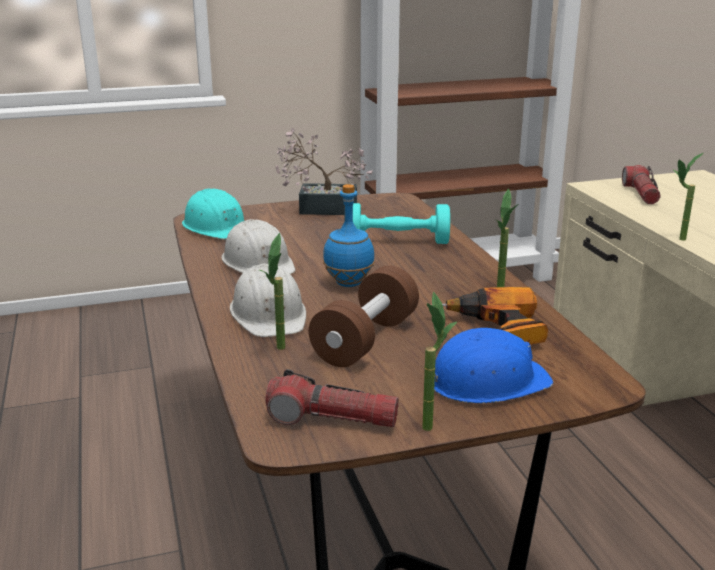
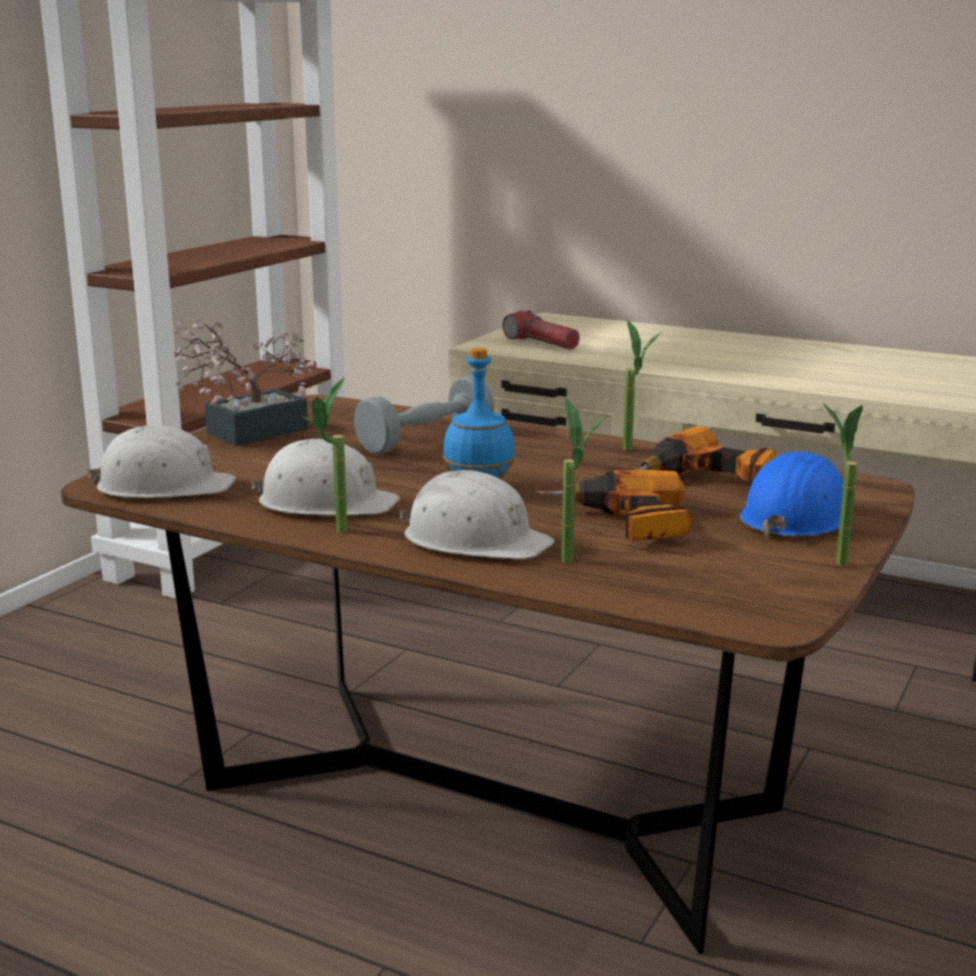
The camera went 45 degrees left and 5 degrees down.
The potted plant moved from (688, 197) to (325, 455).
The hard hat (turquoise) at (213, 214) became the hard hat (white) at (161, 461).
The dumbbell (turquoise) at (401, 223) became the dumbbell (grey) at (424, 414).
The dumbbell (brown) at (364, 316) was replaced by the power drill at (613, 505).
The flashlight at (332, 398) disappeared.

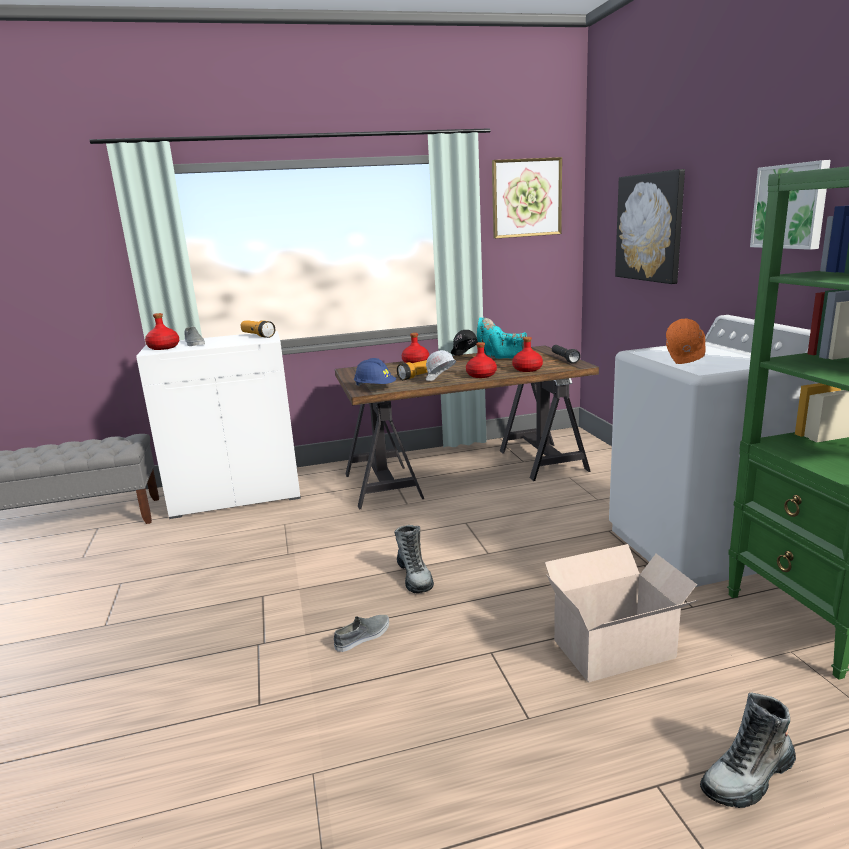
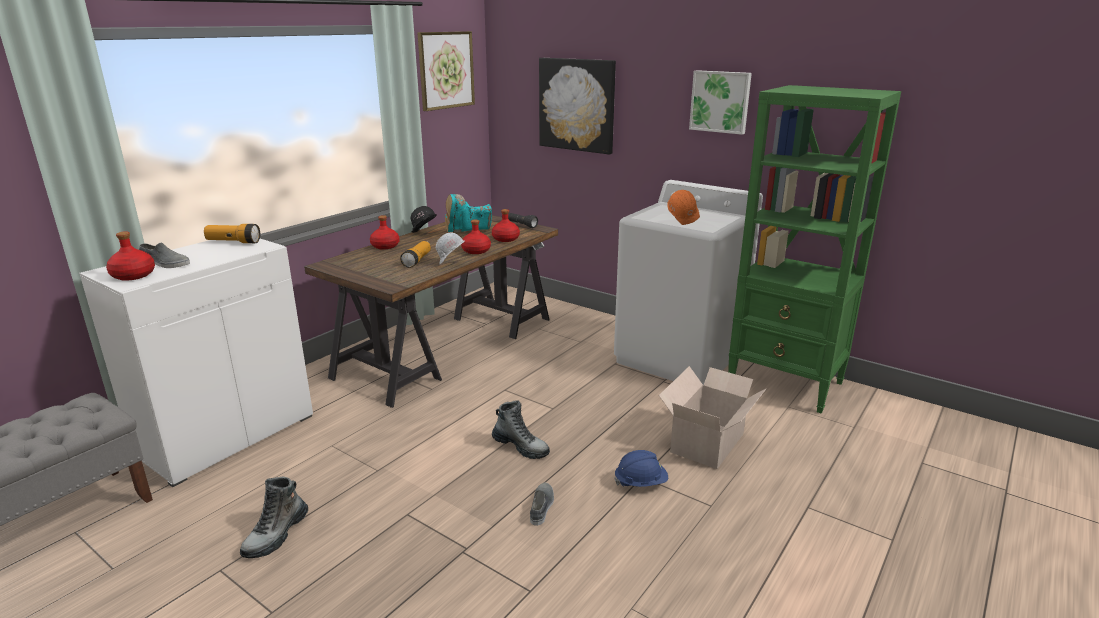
The camera went 40 degrees left and 5 degrees up.
The hard hat (blue) moved from (375, 372) to (641, 468).
The boot moved from (748, 750) to (274, 517).

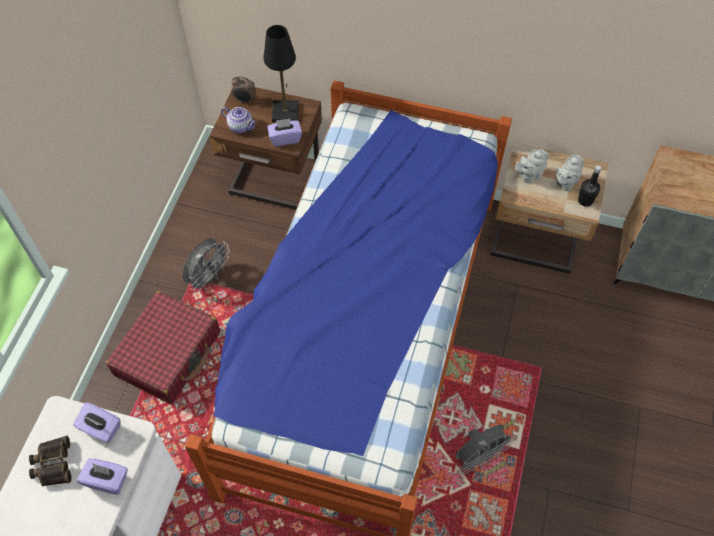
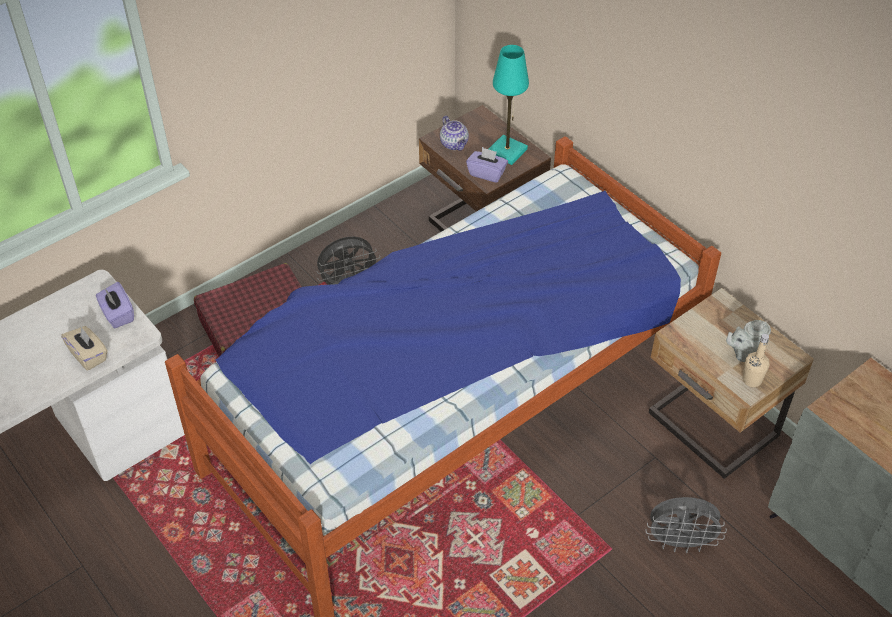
The camera went 35 degrees right and 10 degrees down.
The table lamp (black) at (281, 73) became the table lamp (turquoise) at (509, 105).
The alarm clock at (243, 90) disappeared.
The teapot (grey) at (532, 166) disappeared.
The bottle (black) at (589, 186) became the bottle (beige) at (756, 360).
The fan (grey) moved from (485, 449) to (686, 525).
The binoculars at (50, 461) disappeared.
The tissue box (purple) at (102, 476) became the tissue box (beige) at (84, 348).

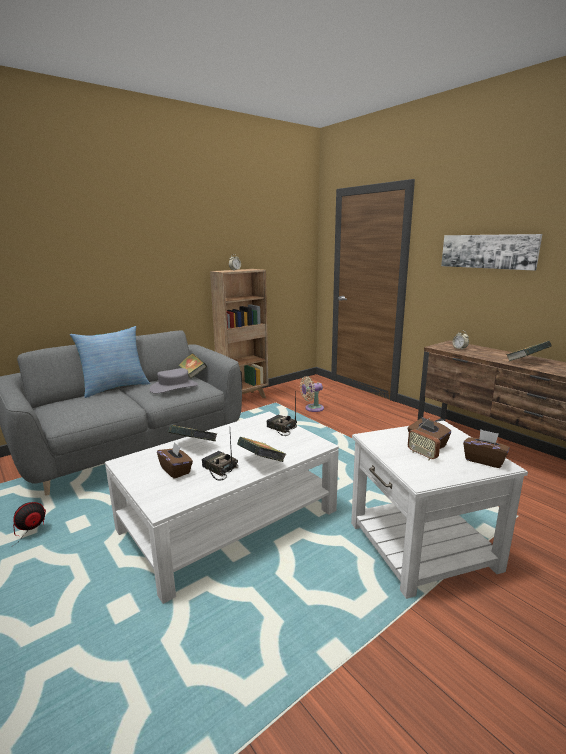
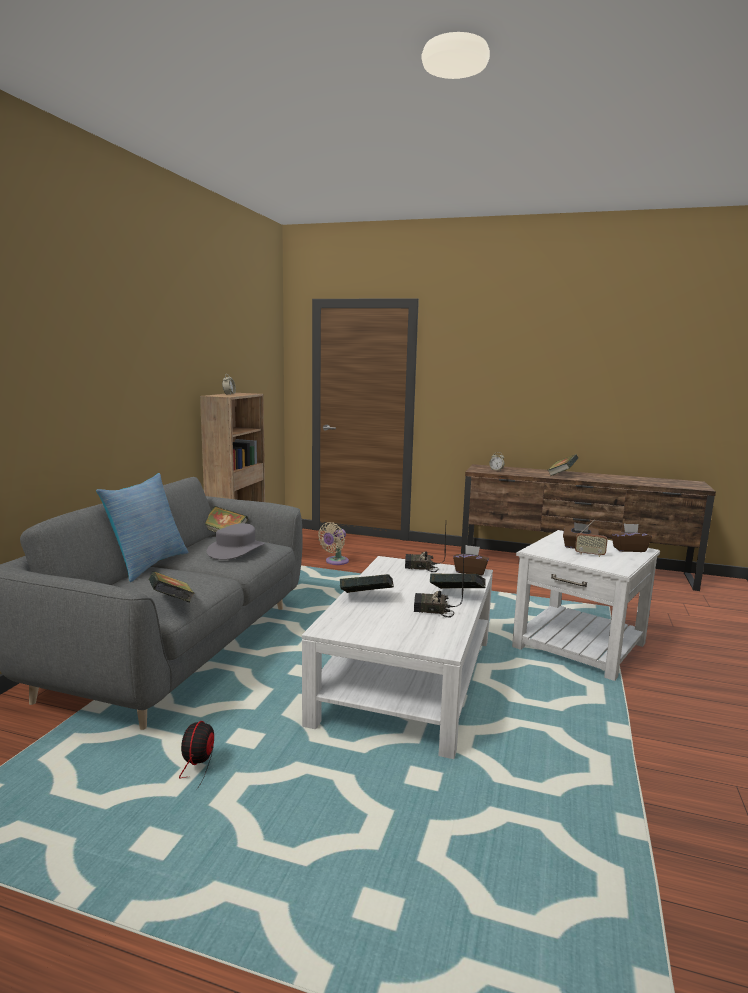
The camera went 35 degrees left and 5 degrees down.
The picture at (491, 252) disappeared.
The tissue box (brown) moved from (175, 460) to (471, 560).
The book at (172, 587) appeared.

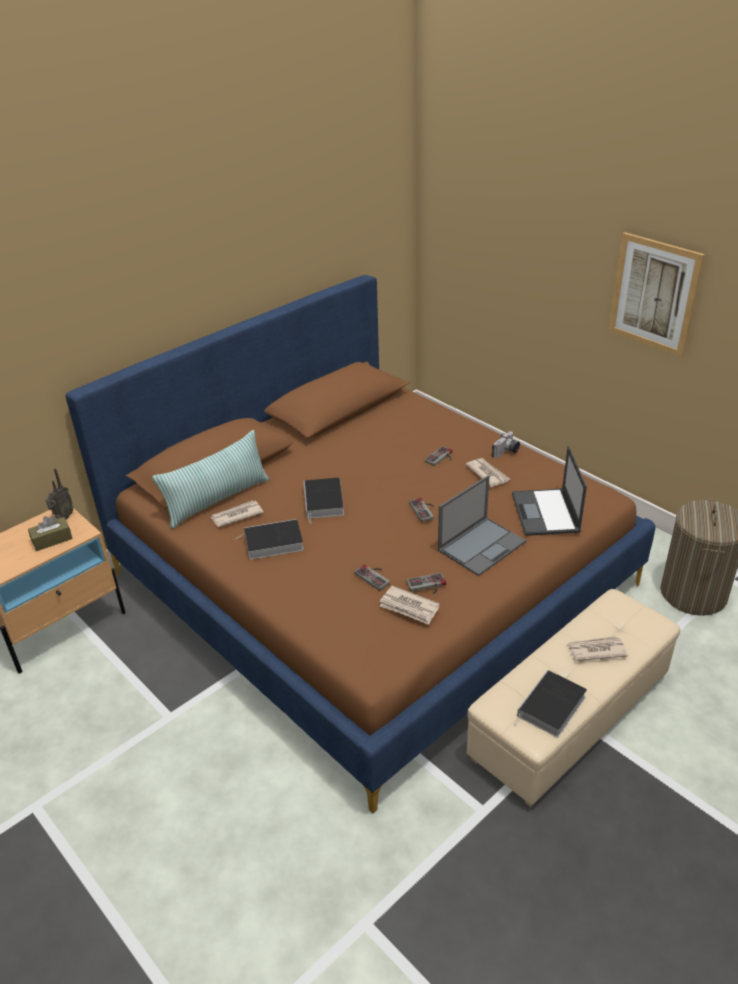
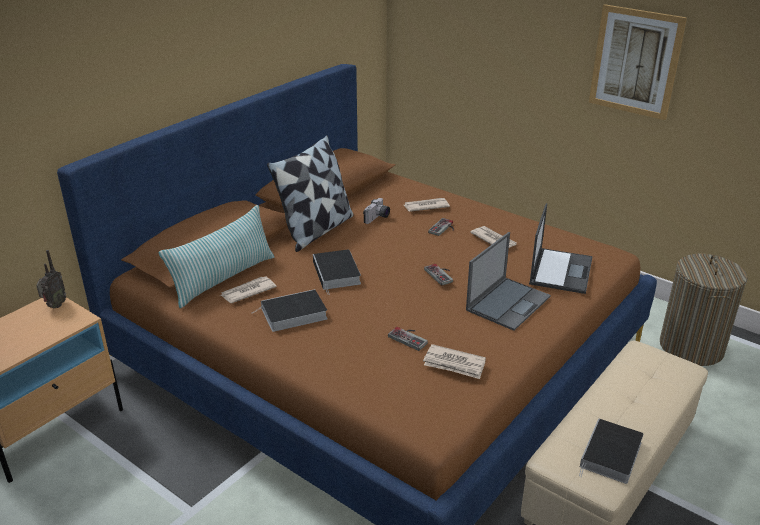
The camera went 10 degrees left and 5 degrees down.
The photo camera moved from (506, 444) to (376, 211).
The laptop at (549, 491) turned 150 degrees counterclockwise.
The tissue box (brown) at (50, 533) disappeared.
The game controller at (426, 583) disappeared.
The newspaper moved from (597, 648) to (427, 205).
The pillow at (310, 193) appeared.

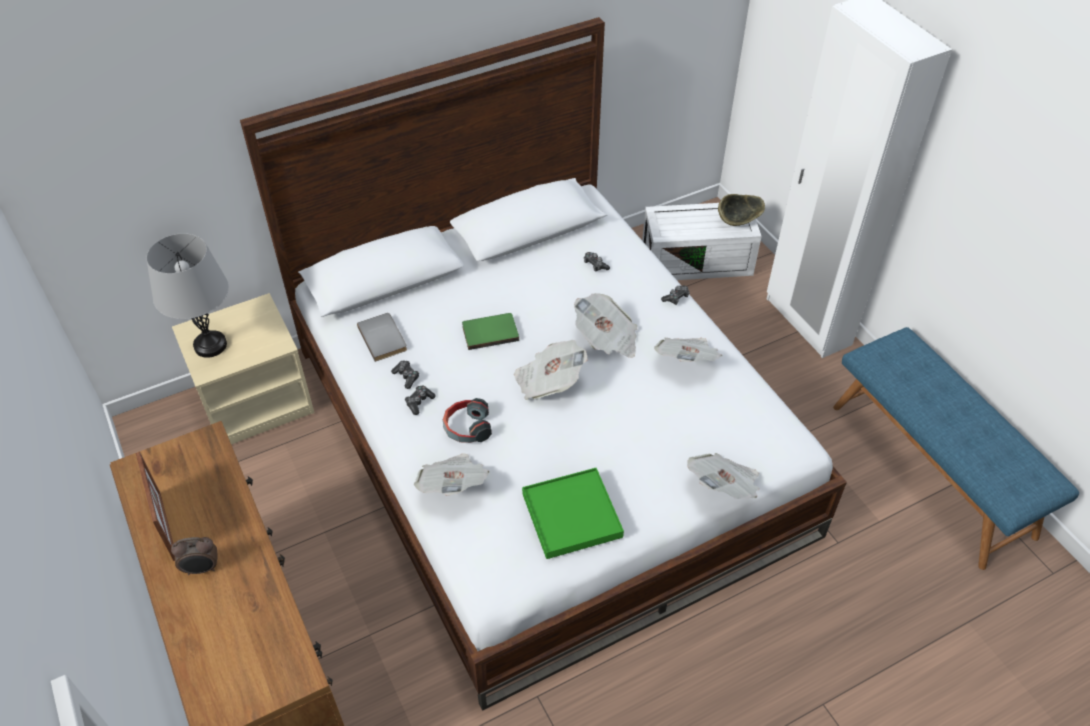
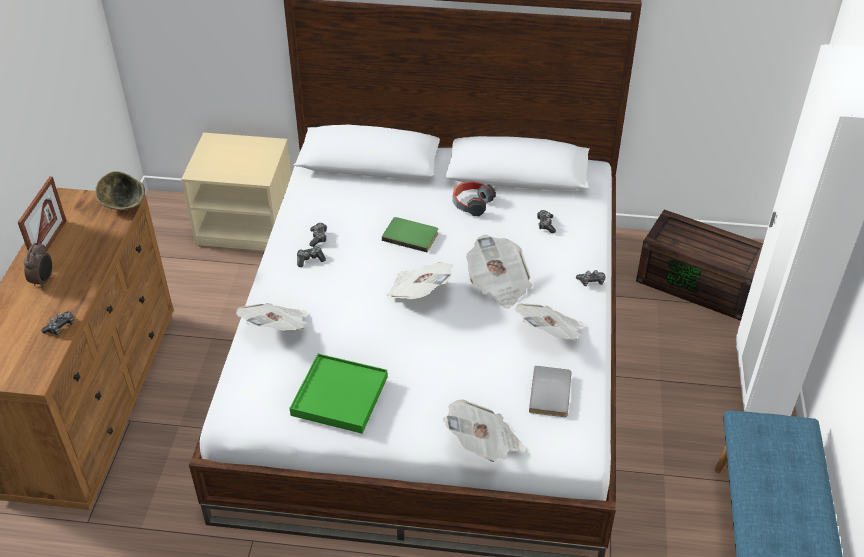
The camera went 35 degrees right and 5 degrees down.
The bowl moved from (741, 210) to (120, 190).
The storage box (white) at (702, 241) became the storage box (brown) at (699, 265).
The table lamp (grey) at (187, 295) disappeared.
The book (grey) moved from (382, 337) to (550, 391).
The headphones moved from (467, 420) to (474, 198).
The alarm clock at (194, 556) turned 105 degrees counterclockwise.
The game controller at (58, 323) appeared.

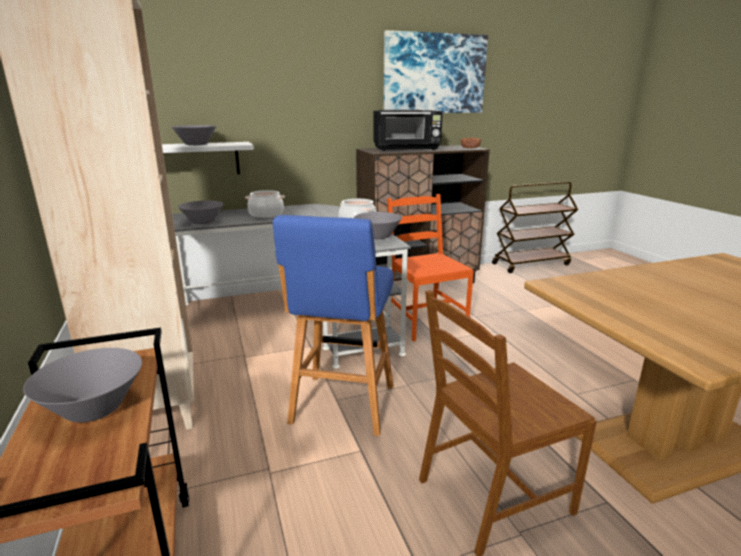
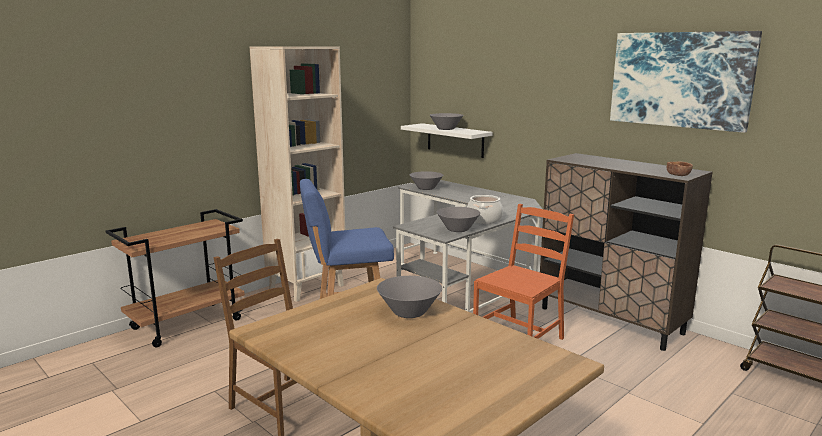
The camera went 65 degrees right and 5 degrees down.
The microwave (black) at (408, 130) disappeared.
The cooking pot at (265, 204) disappeared.
The bowl (grey) moved from (82, 385) to (409, 297).

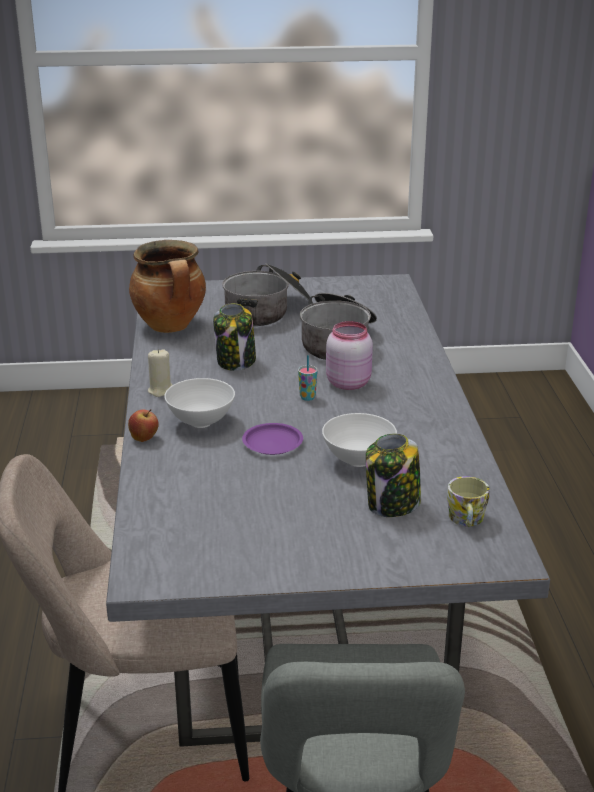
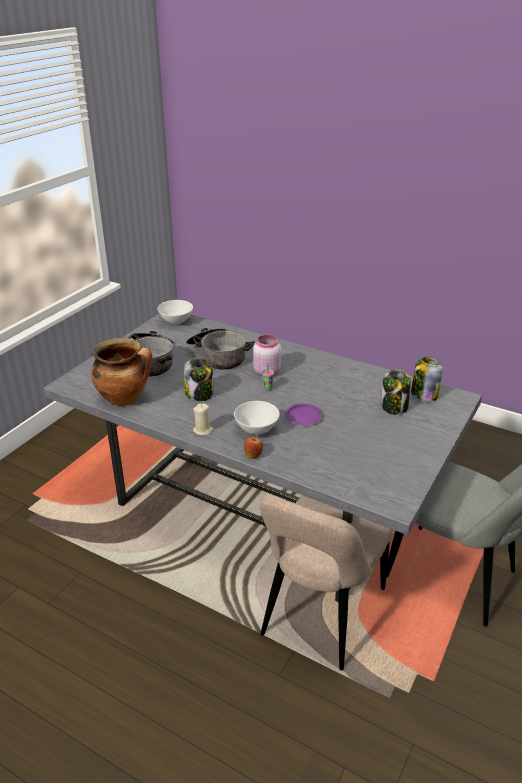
The camera went 55 degrees left and 5 degrees up.
The bowl (white) moved from (359, 440) to (175, 312).
The mug at (468, 501) was replaced by the jar at (427, 379).

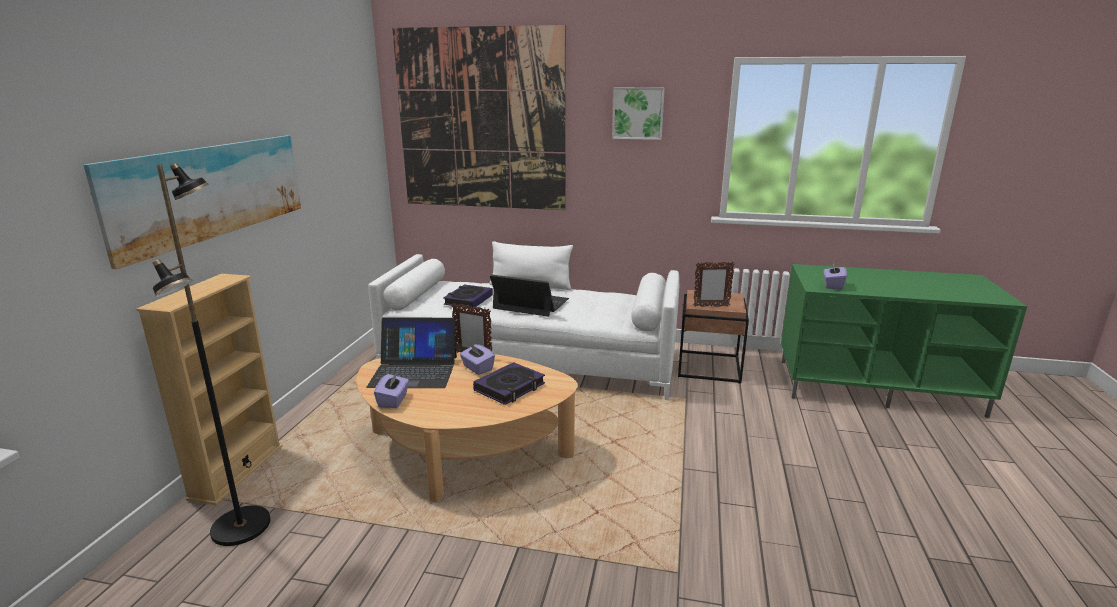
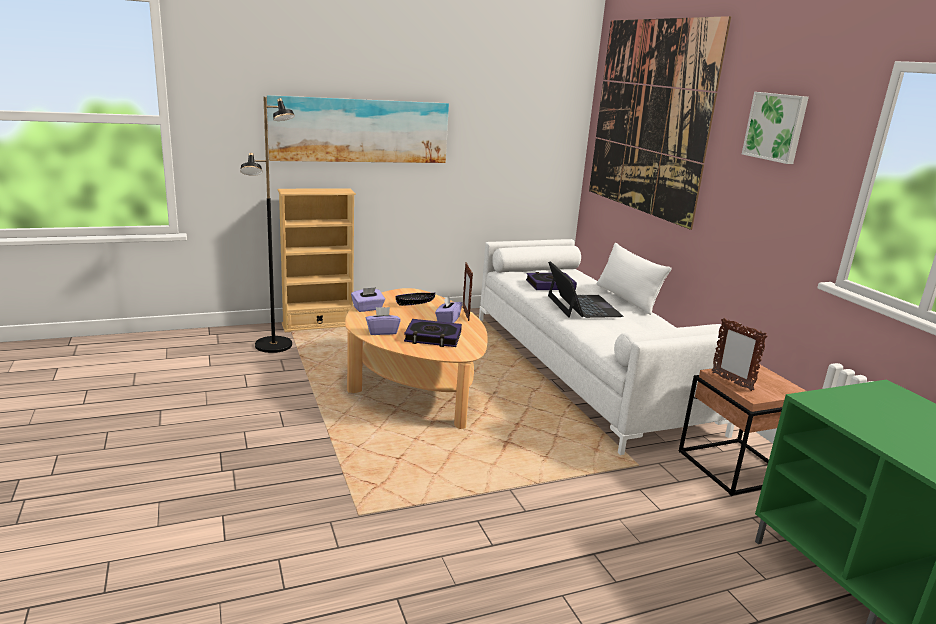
The camera went 55 degrees right and 0 degrees up.
The tissue box (purple) moved from (835, 276) to (383, 321).
The laptop at (411, 353) was replaced by the bowl (black) at (415, 299).

